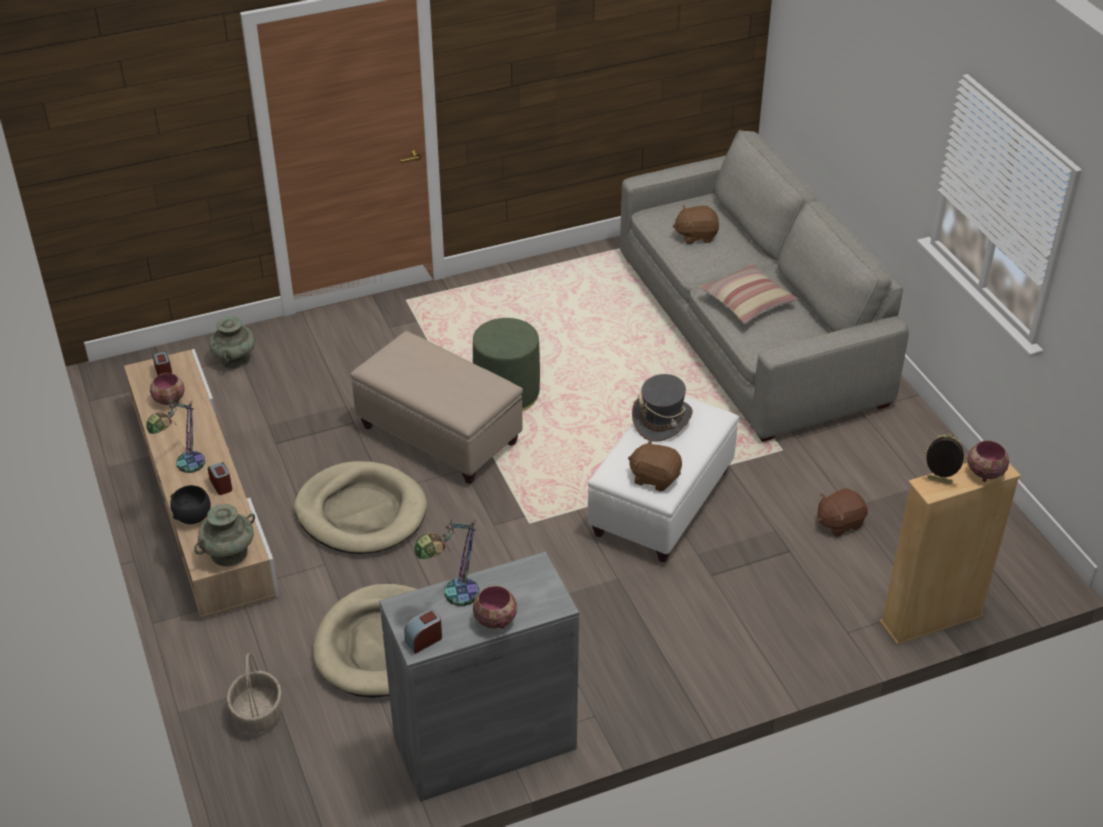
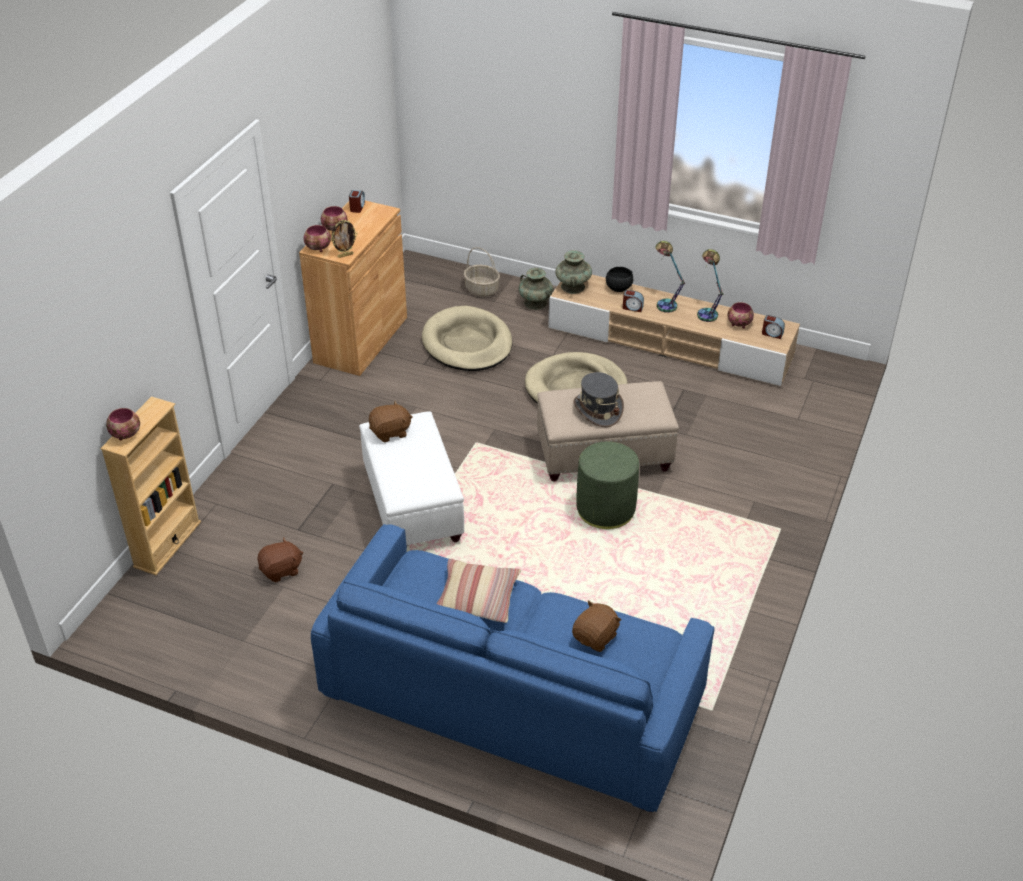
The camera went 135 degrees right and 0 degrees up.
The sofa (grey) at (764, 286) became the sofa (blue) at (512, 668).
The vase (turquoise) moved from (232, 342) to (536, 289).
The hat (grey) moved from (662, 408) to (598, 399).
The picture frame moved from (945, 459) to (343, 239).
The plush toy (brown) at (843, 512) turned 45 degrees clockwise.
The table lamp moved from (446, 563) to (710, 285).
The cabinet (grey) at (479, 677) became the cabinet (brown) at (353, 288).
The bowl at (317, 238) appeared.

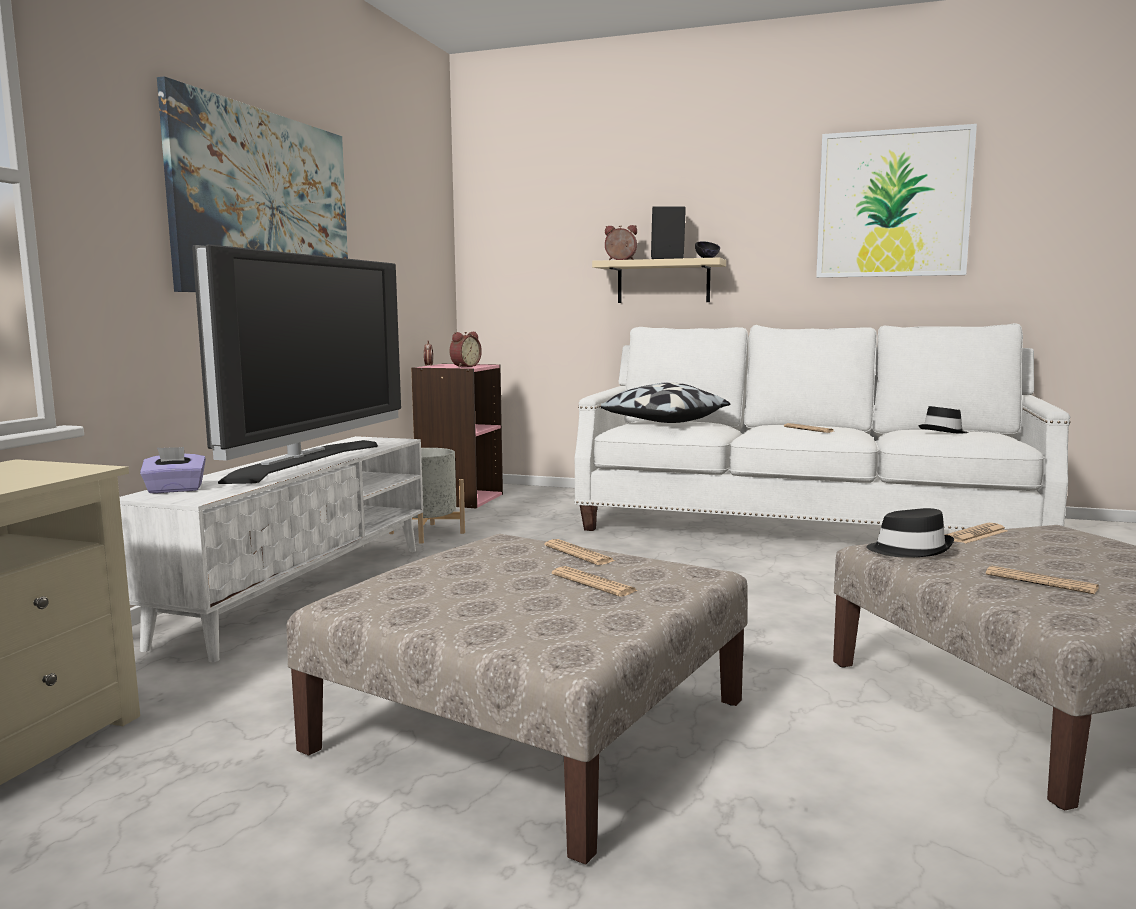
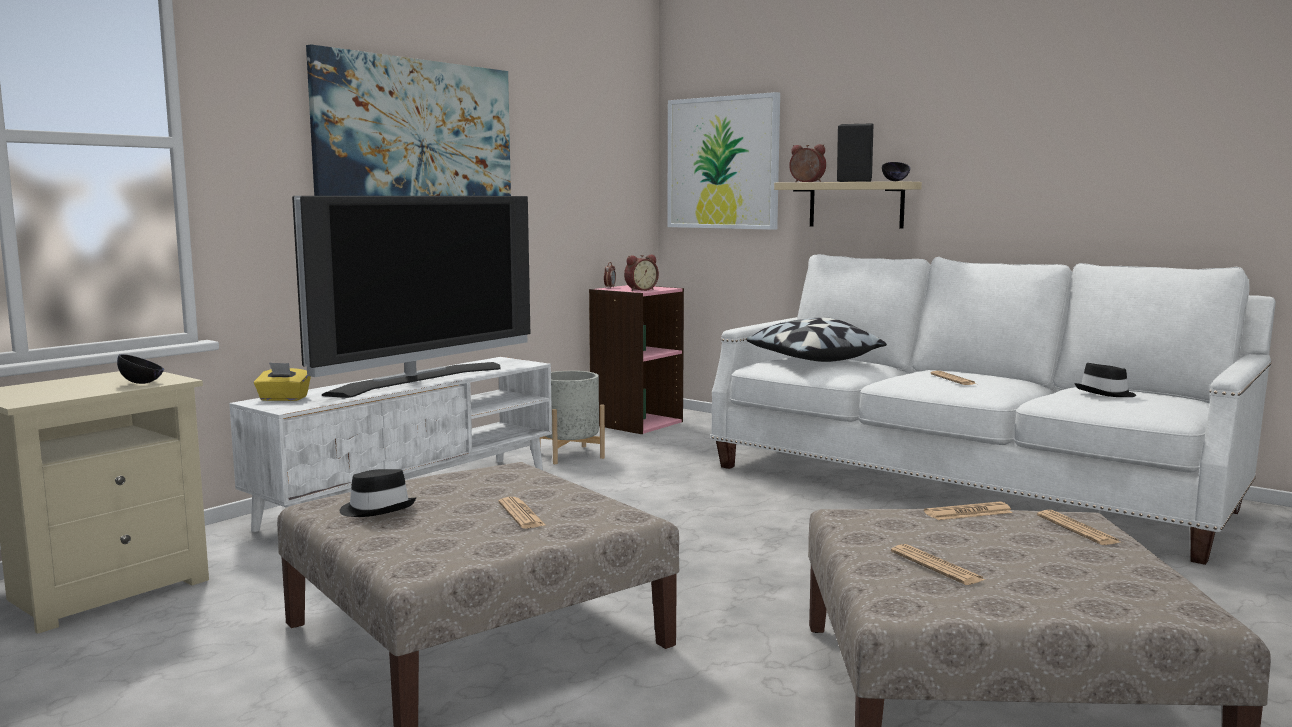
The camera went 20 degrees right and 0 degrees up.
The picture moved from (896, 201) to (723, 161).
The tissue box (purple) at (173, 470) became the tissue box (yellow) at (282, 381).
The hat (black) moved from (910, 533) to (378, 493).
The newspaper moved from (579, 552) to (1078, 527).
The bowl (black) at (140, 369) appeared.

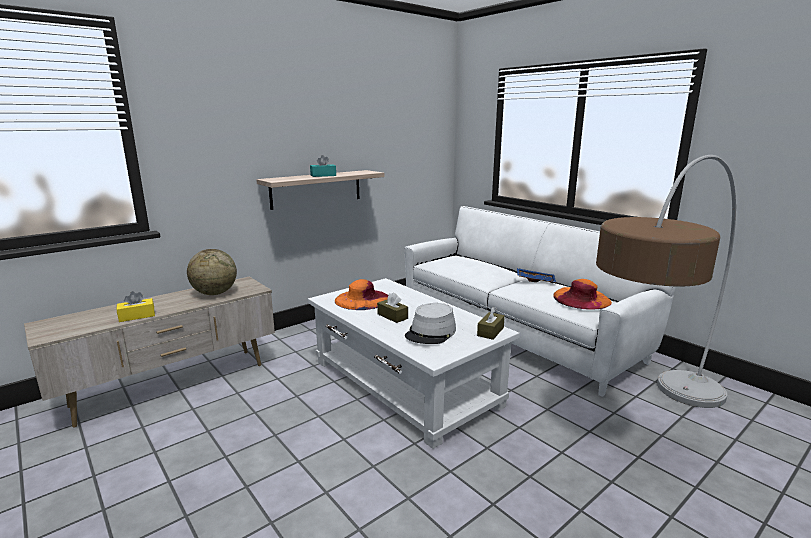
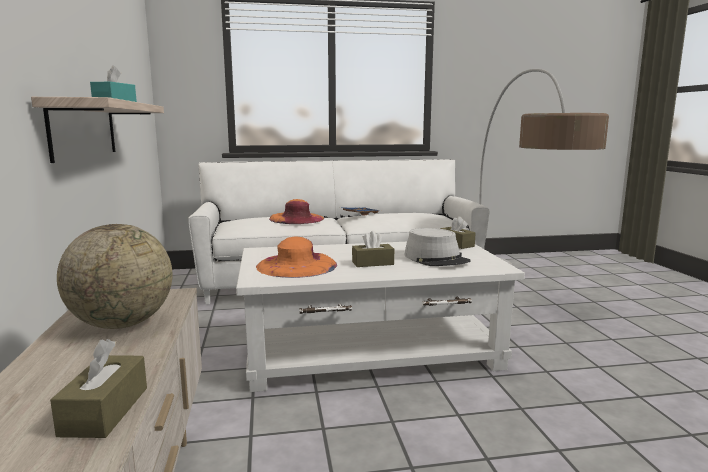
The camera went 60 degrees left and 5 degrees down.
The hat (orange) moved from (582, 294) to (296, 211).
The tissue box (yellow) at (135, 306) became the tissue box (brown) at (98, 388).

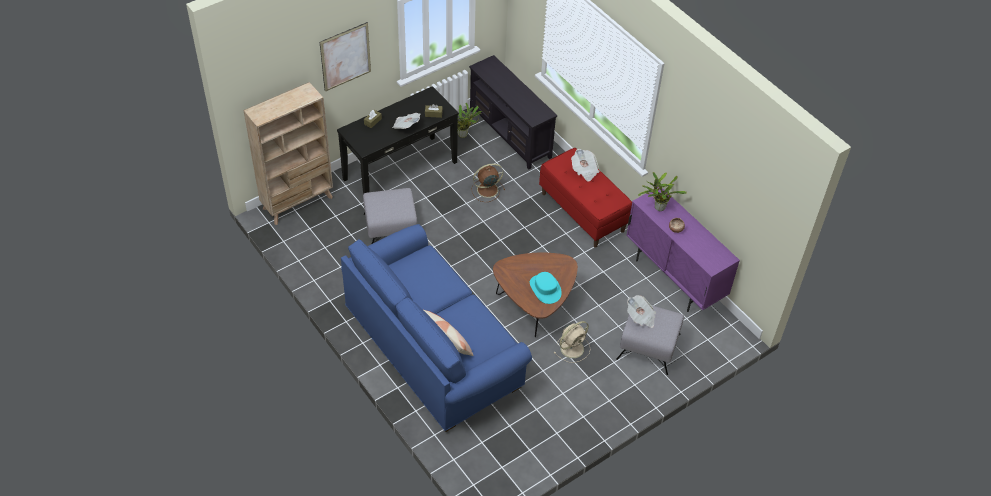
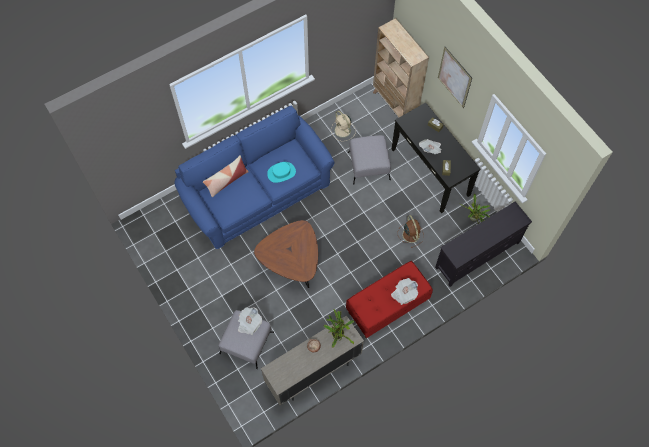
The camera went 95 degrees right and 15 degrees up.
The cabinet (purple) at (683, 249) became the cabinet (beige) at (312, 360).
The hat (turquoise) moved from (546, 288) to (281, 172).
The fan (beige) moved from (572, 342) to (343, 126).

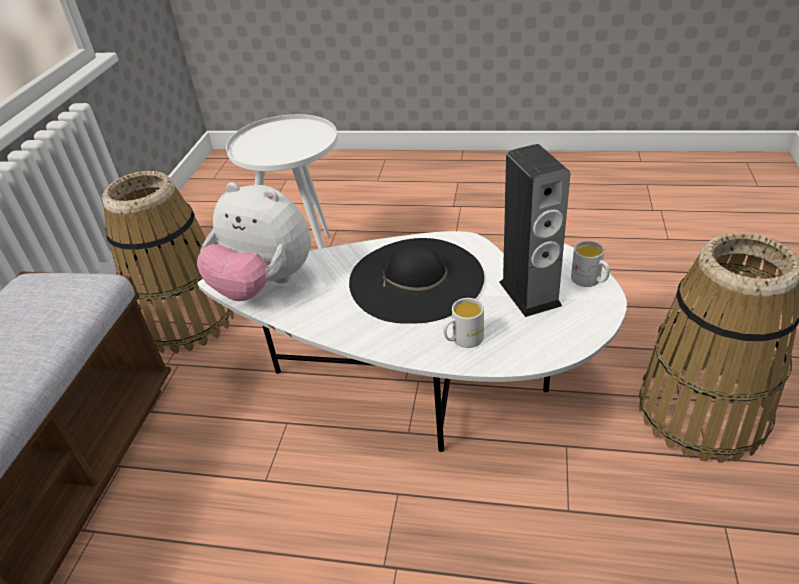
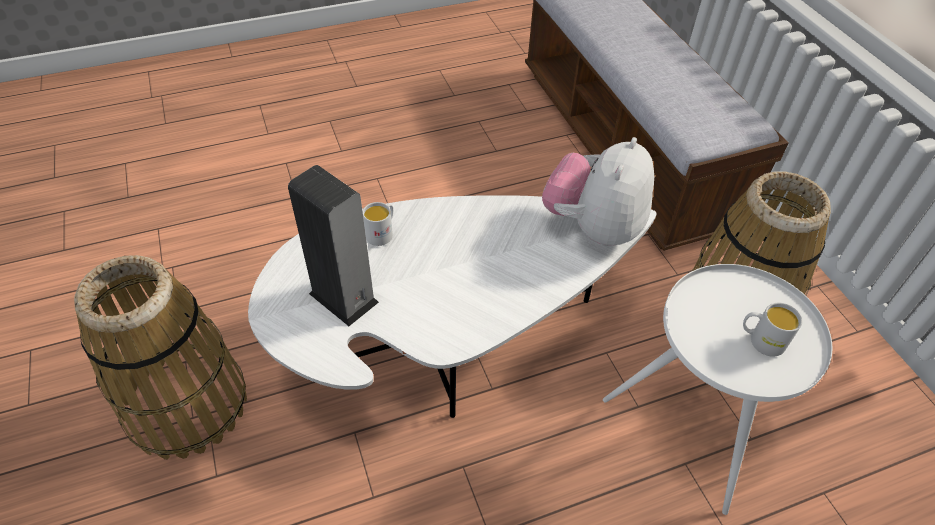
The camera went 145 degrees right and 10 degrees up.
The plush toy at (254, 241) turned 60 degrees counterclockwise.
The hat (black) at (416, 281) disappeared.
The mug (white) moved from (590, 264) to (772, 330).

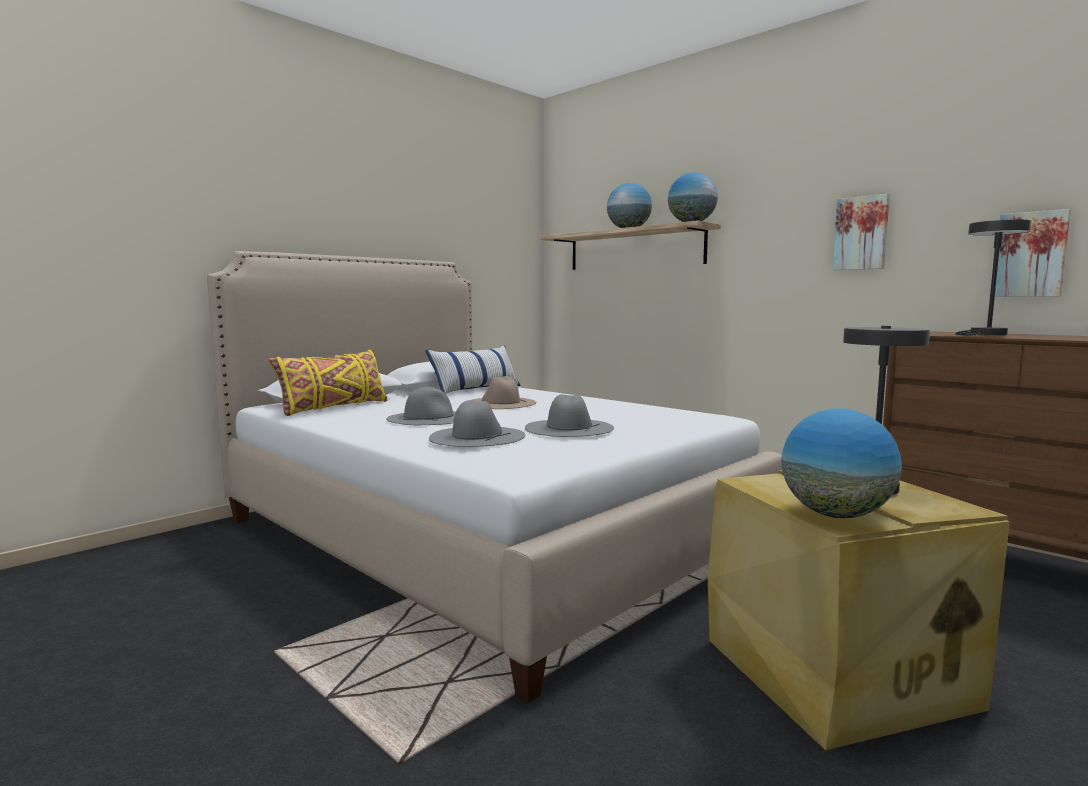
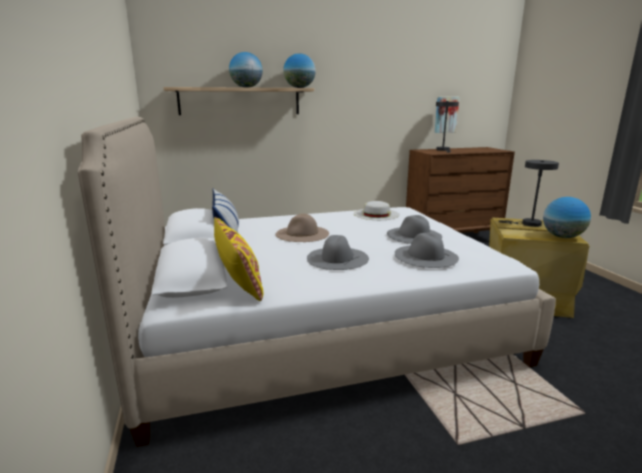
The camera went 60 degrees left and 10 degrees up.
The picture at (861, 232) disappeared.
The hat (white) at (377, 210) appeared.

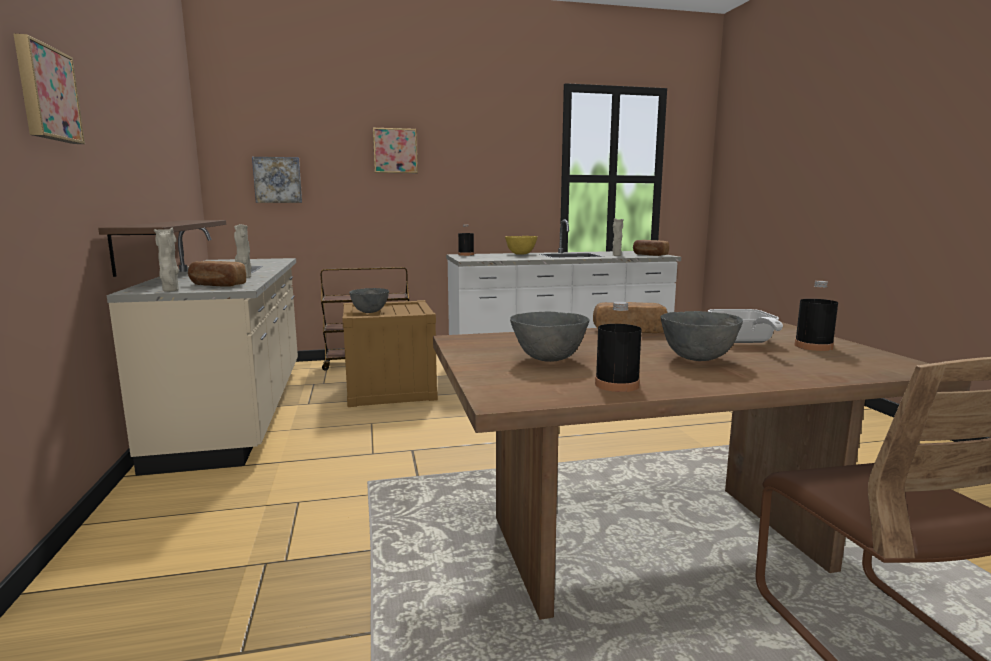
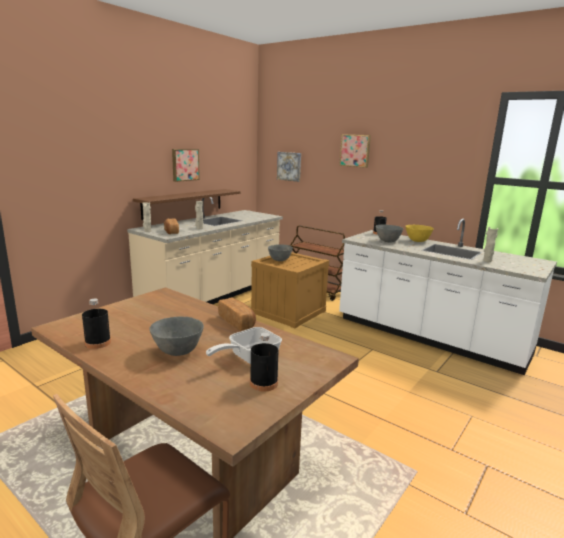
The camera went 50 degrees right and 5 degrees up.
The picture moved from (49, 89) to (186, 165).
The bread at (651, 248) disappeared.
The bowl (grey) moved from (549, 336) to (389, 234).

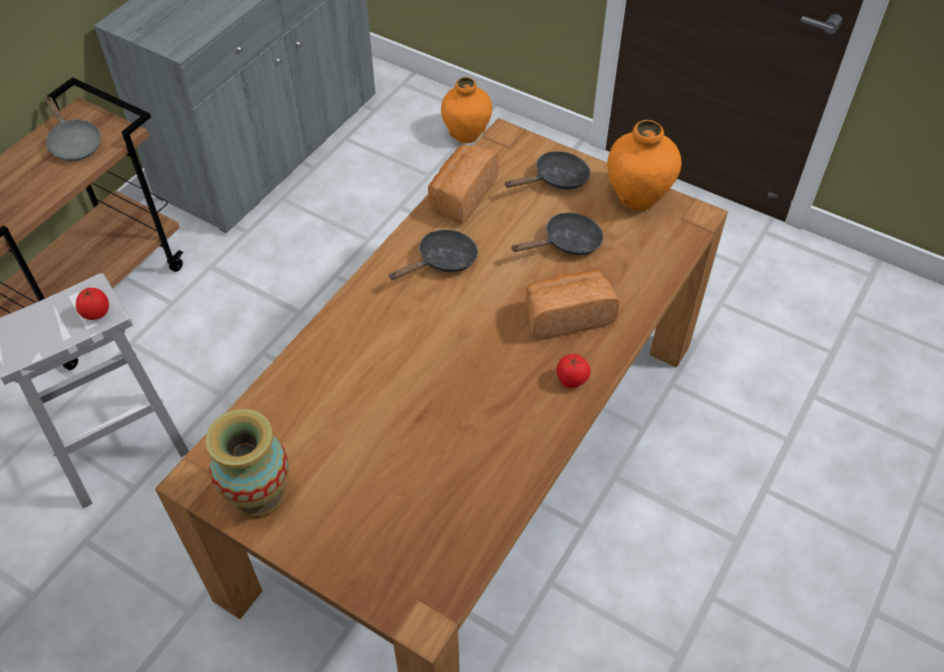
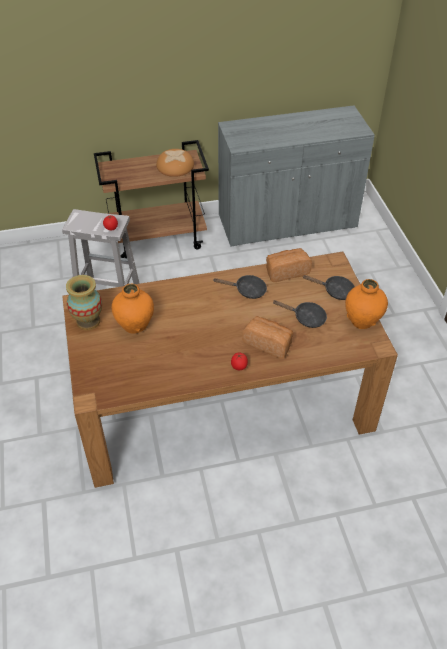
The camera went 45 degrees right and 5 degrees down.
The vase (orange) moved from (466, 110) to (133, 309).
The frying pan (grey) at (73, 129) was replaced by the bread at (175, 163).

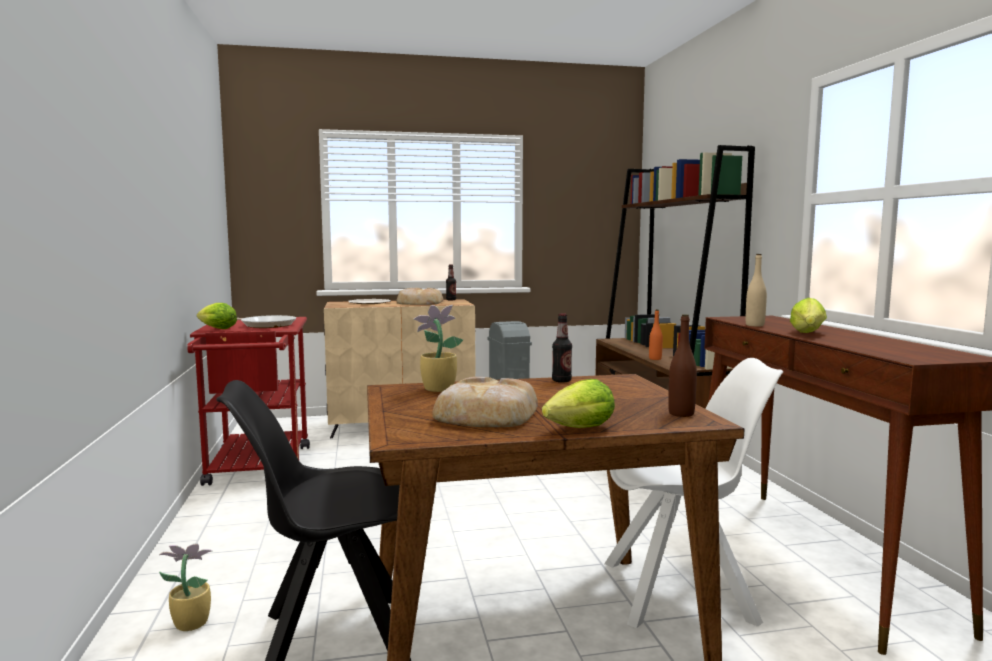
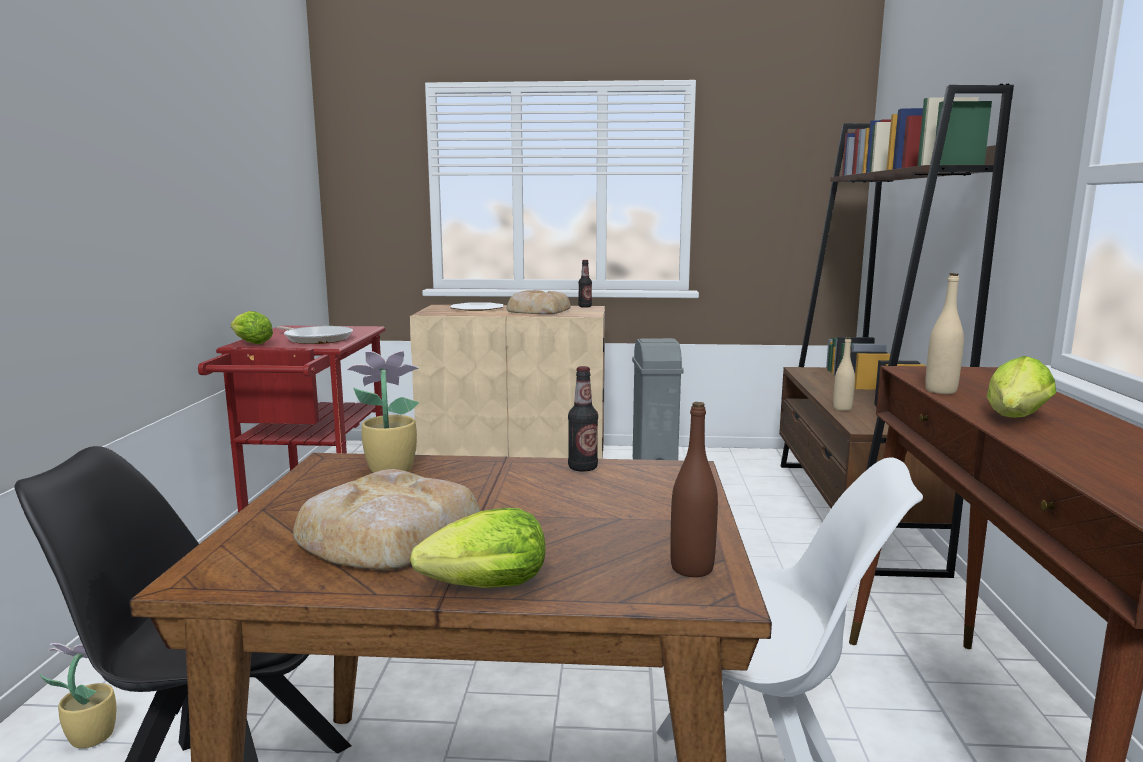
The camera went 15 degrees right and 5 degrees up.
The bottle (orange) at (656, 335) became the bottle (beige) at (844, 374).

